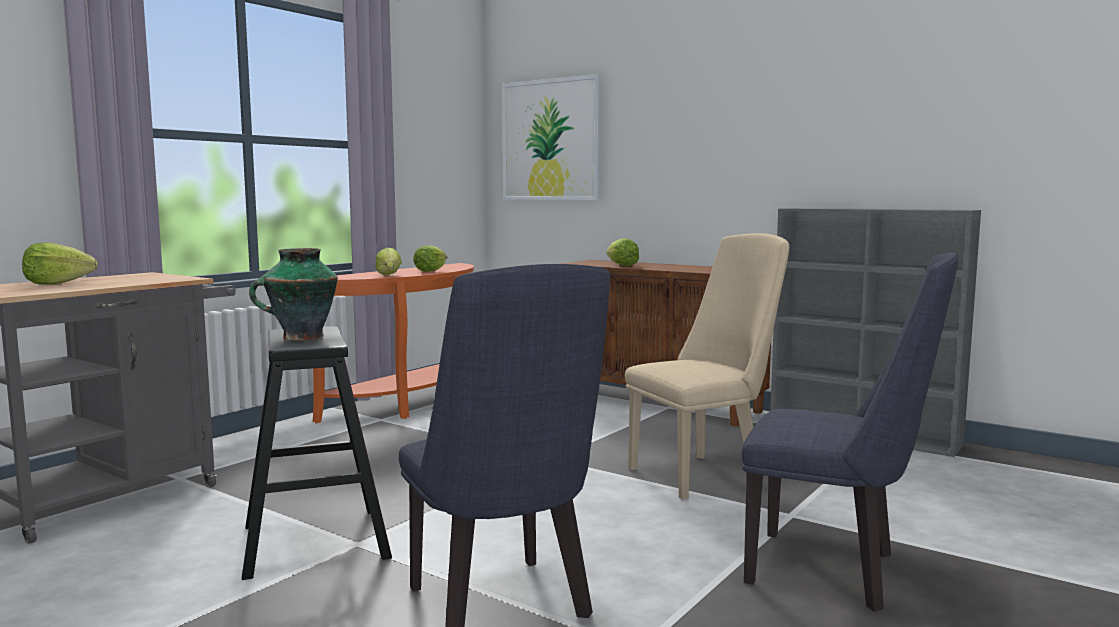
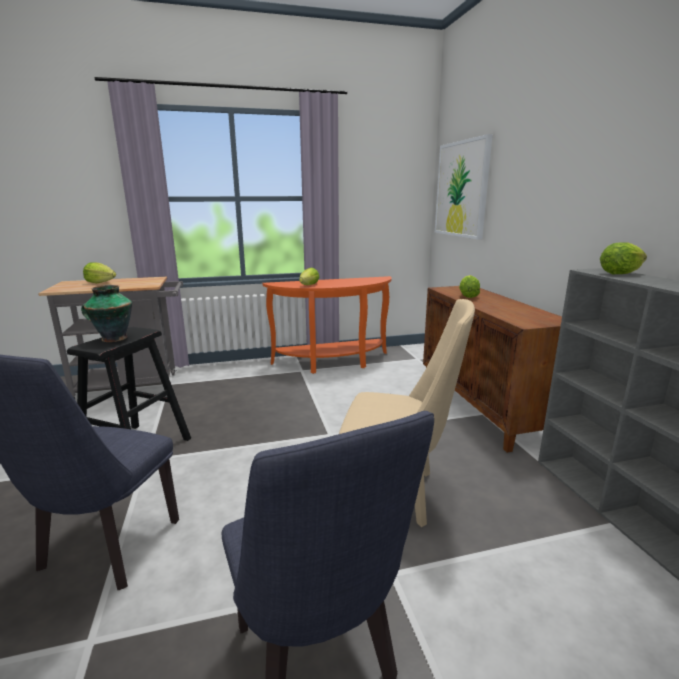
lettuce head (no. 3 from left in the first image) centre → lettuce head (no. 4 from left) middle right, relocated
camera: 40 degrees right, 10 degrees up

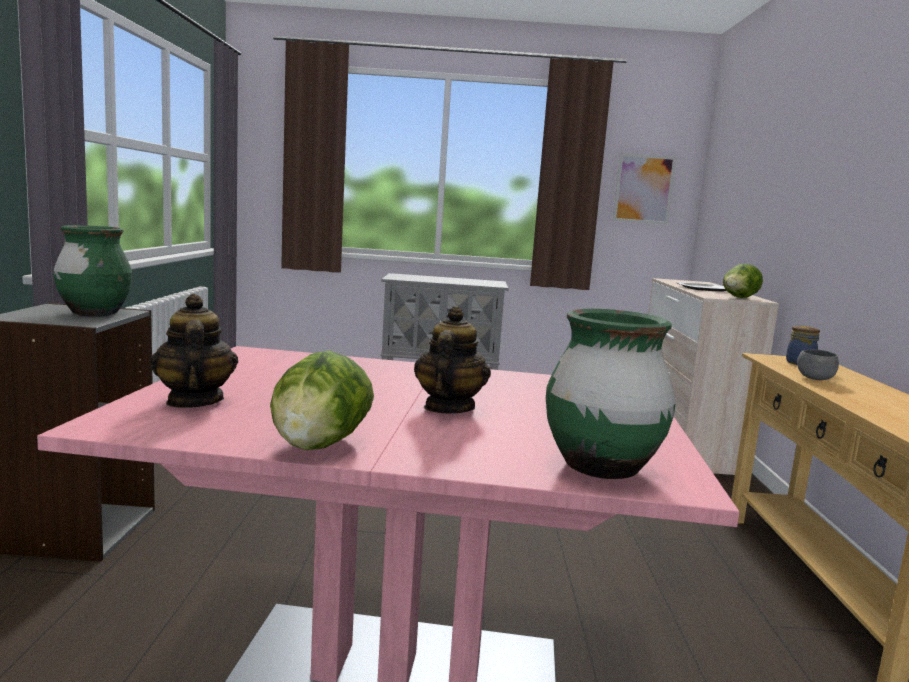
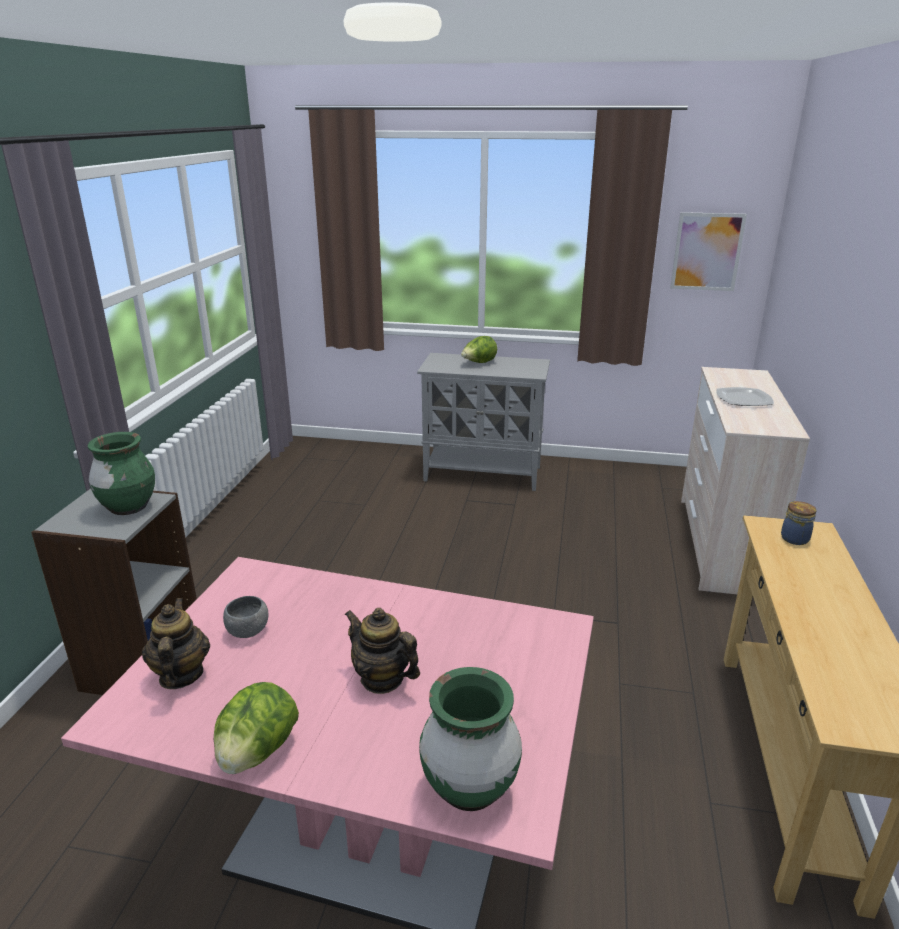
bowl/gray middle right → bowl/gray middle left, relocated
pot for tea (no. 2 from left) centre → pot for tea (no. 2 from left) bottom centre, 75 degrees counterclockwise
lettuce head (no. 2 from left) middle right → lettuce head (no. 2 from left) centre, relocated
camera: 10 degrees right, 15 degrees up

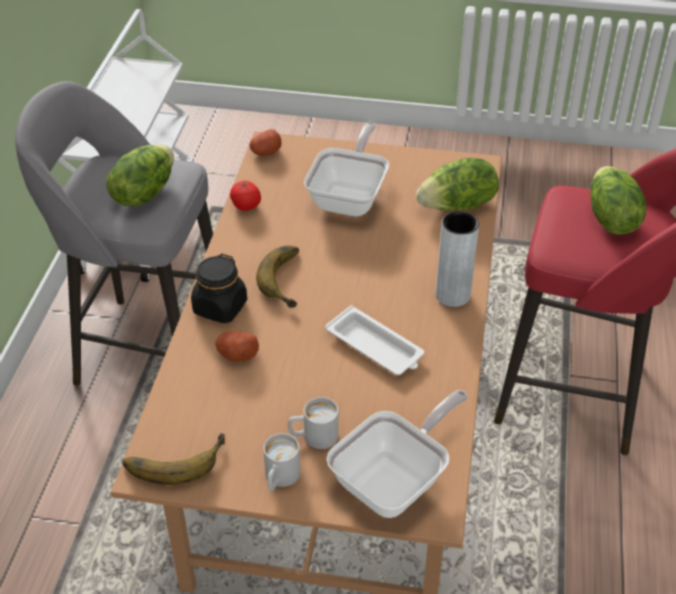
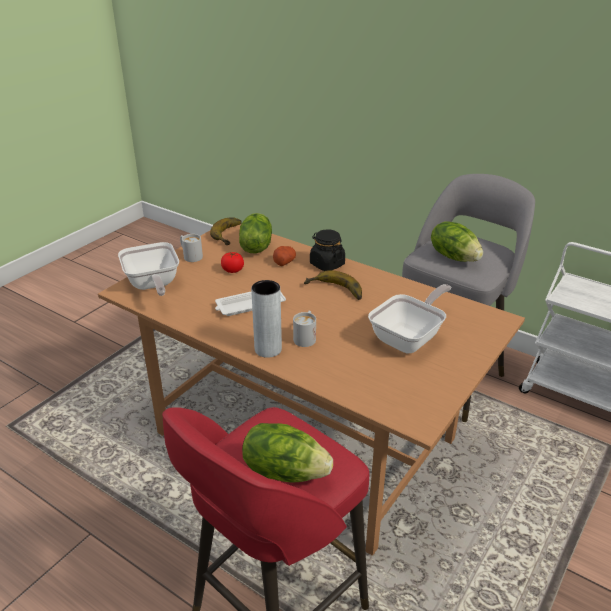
tomato top centre → tomato centre, relocated
lettuce head (no. 2 from left in the first image) top right → lettuce head (no. 1 from left) centre, relocated
tea mug/white (no. 2 from left) bottom centre → tea mug/white (no. 2 from left) centre, relocated
frying pan (no. 1 from left in the first image) top centre → frying pan (no. 2 from left) middle right, 90 degrees counterclockwise
potato (no. 2 from left) top centre → -
camera: 115 degrees right, 10 degrees down

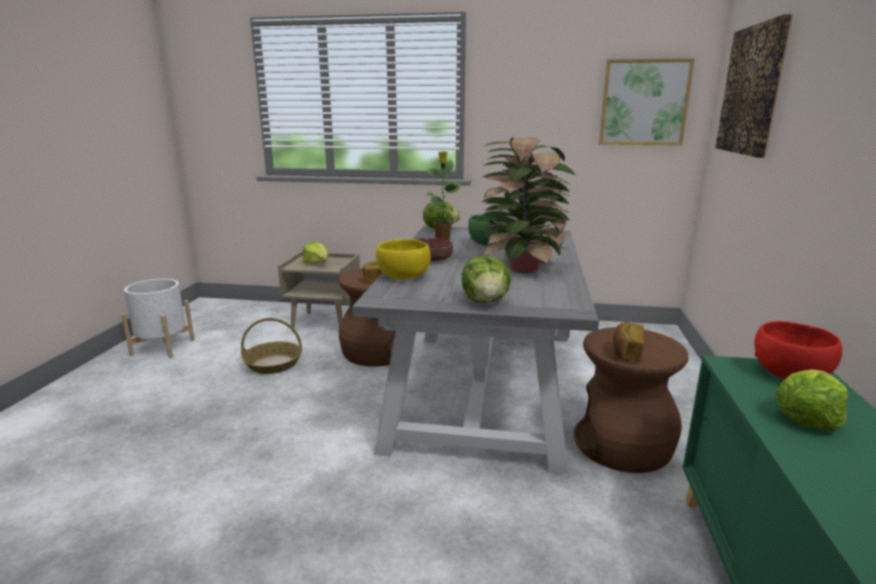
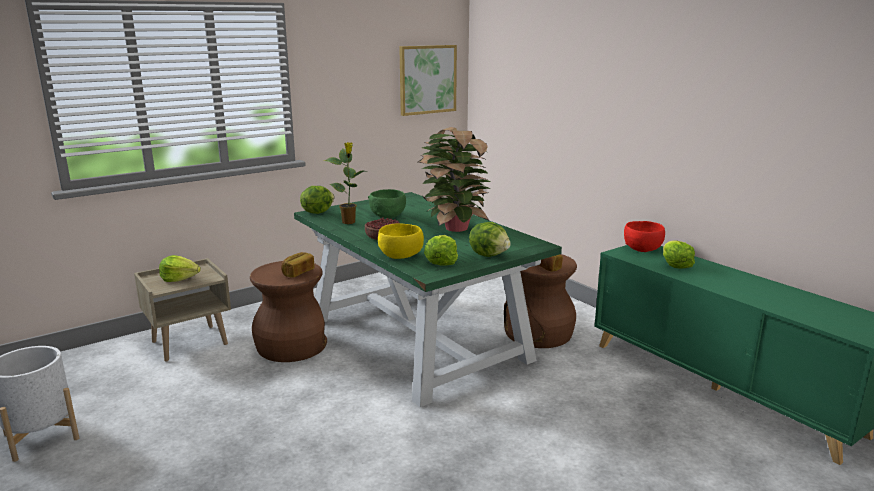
kitchen table/gray centre → kitchen table/green centre
- → lettuce head (no. 3 from left) centre
basket middle left → -
wall art (no. 2 from left) top right → -
camera: 45 degrees left, 0 degrees up

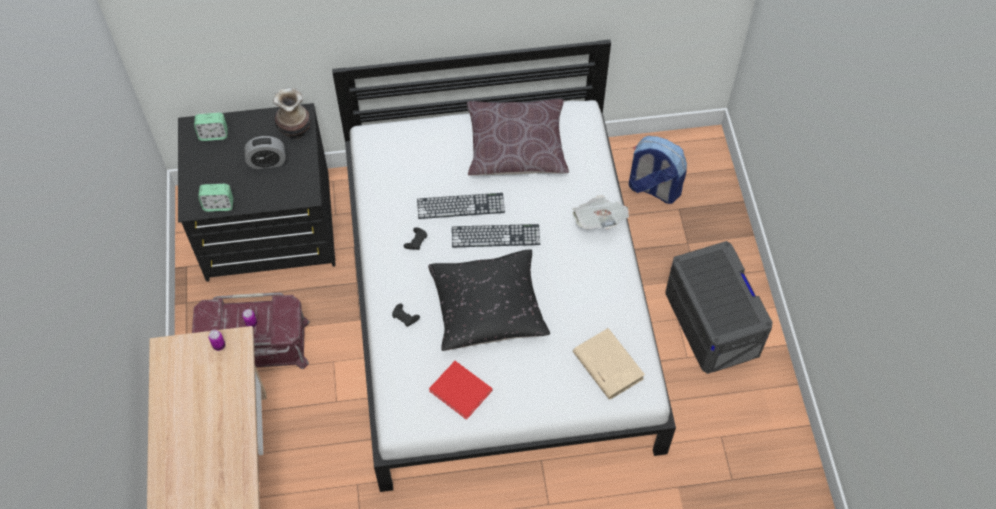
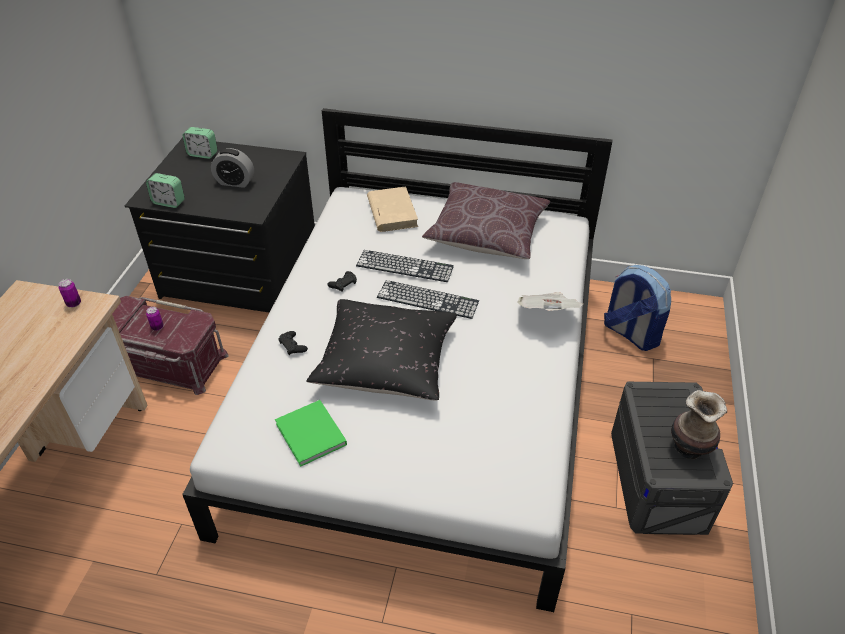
book/reddish bottom centre → book/green bottom centre
book/sand-coloured bottom centre → book/sand-coloured top centre, relocated
decorative vase top left → decorative vase bottom right, relocated
camera: 20 degrees right, 15 degrees down

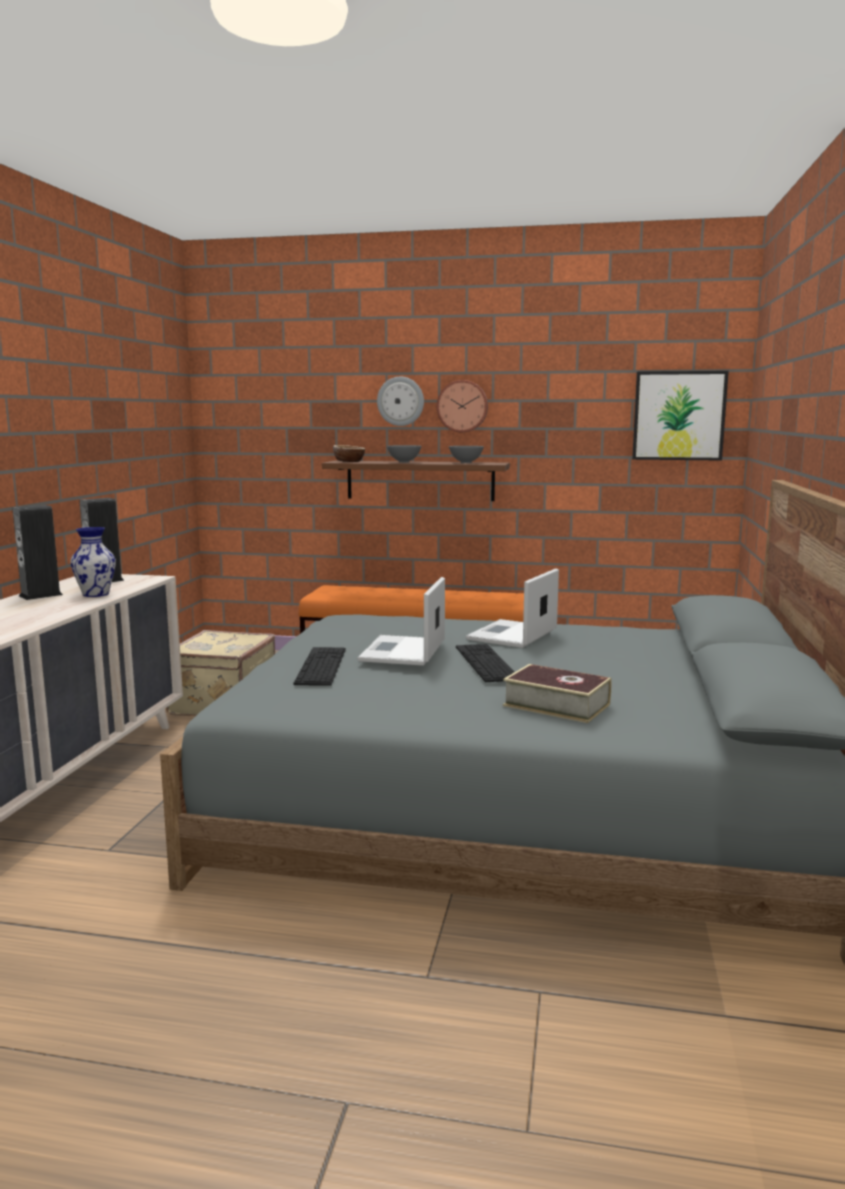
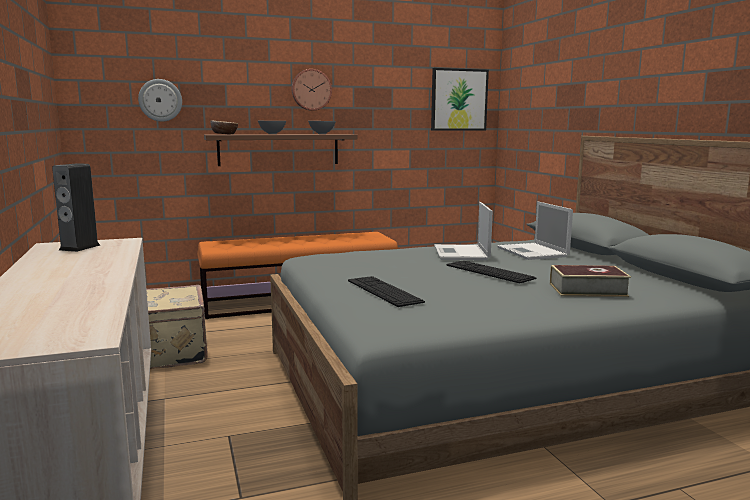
wall clock (no. 1 from left) centre → wall clock (no. 1 from left) top left, relocated
notebook computer (no. 1 from left in the first image) centre → notebook computer (no. 2 from left) middle right, relocated
audio speaker (no. 1 from left) middle left → -
decorative vase middle left → -
camera: 30 degrees left, 0 degrees up

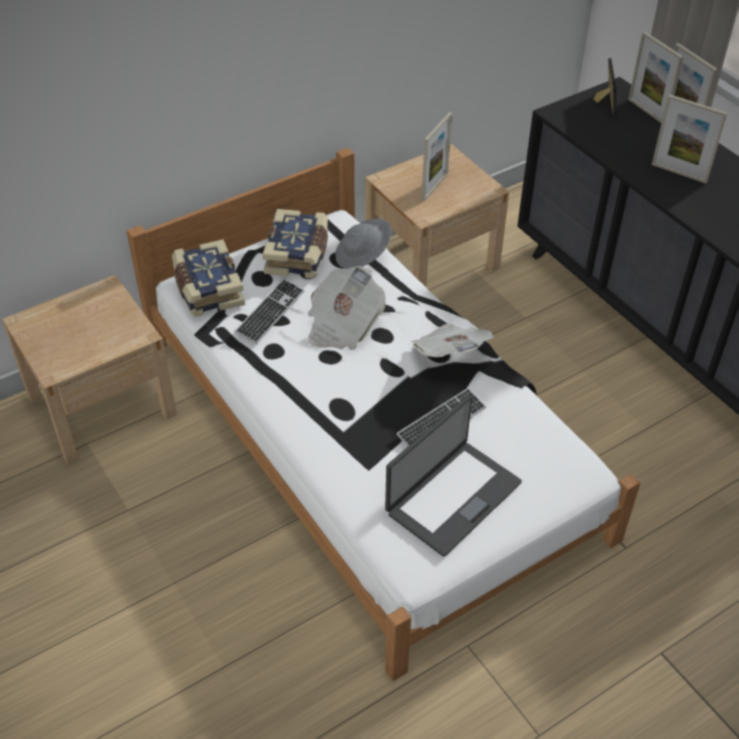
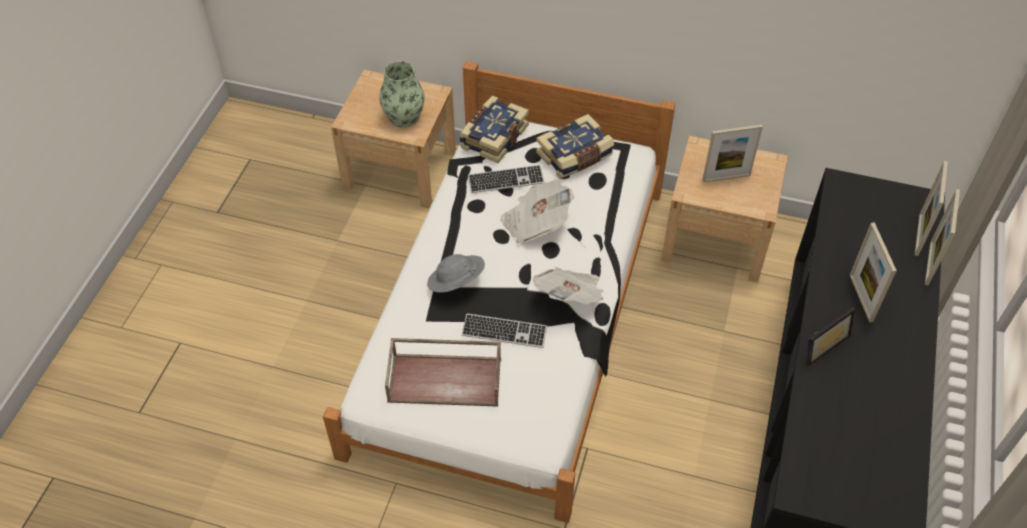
- → decorative vase top centre
notebook computer centre → carrying tray/brown bottom centre
hat/gray top centre → hat/gray centre, relocated
standing frame (no. 2 from left) top right → standing frame (no. 2 from left) middle right, relocated
camera: 50 degrees right, 5 degrees up

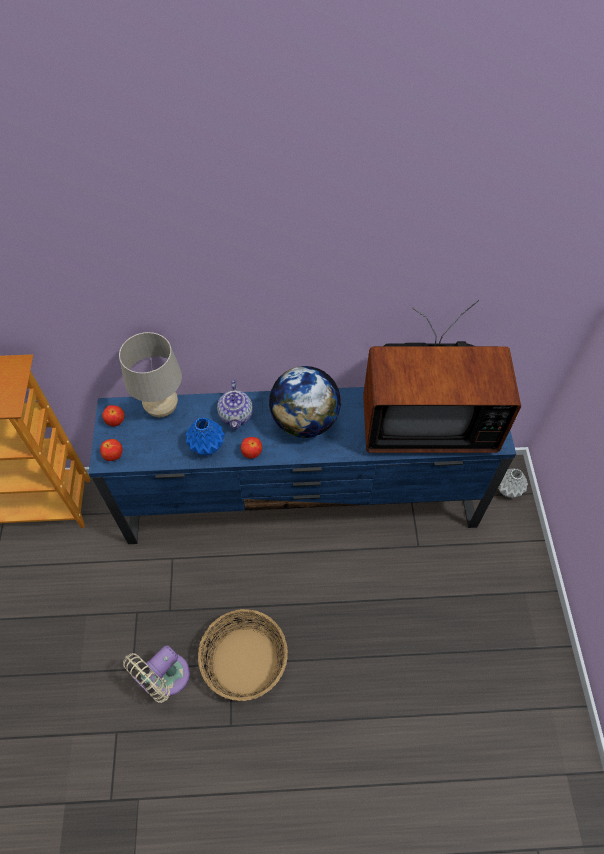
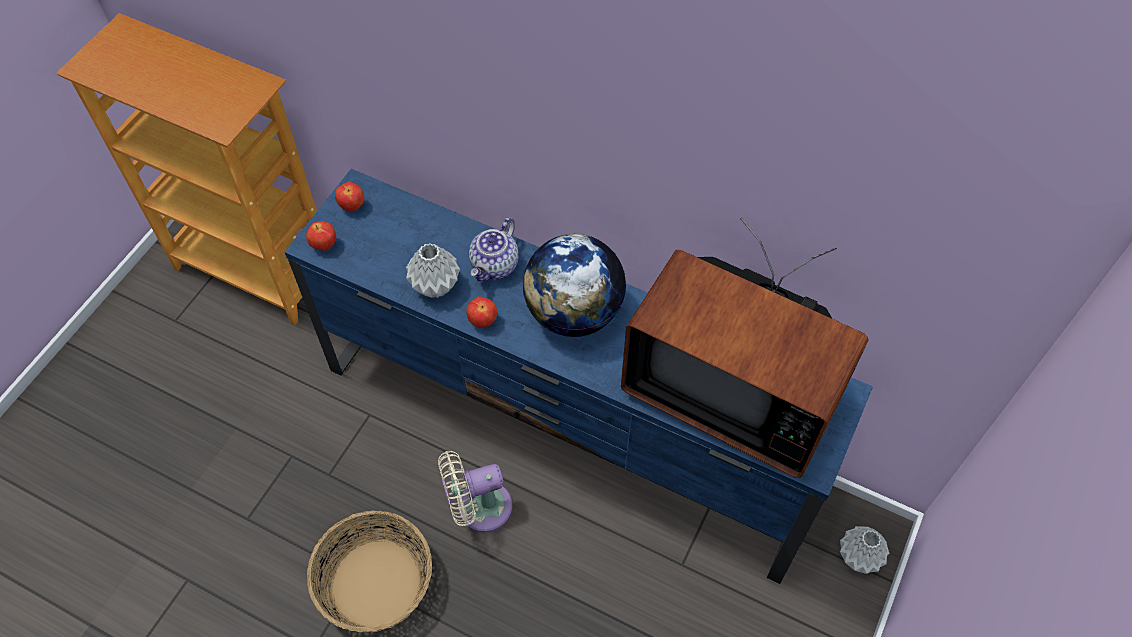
decorative vase/bluish centre → decorative vase/gray (no. 1 from left) centre
cooling fan/sand-coloured bottom left → cooling fan/sand-coloured bottom centre, relocated
table lamp/sand-coloured middle left → -
camera: 30 degrees right, 0 degrees up

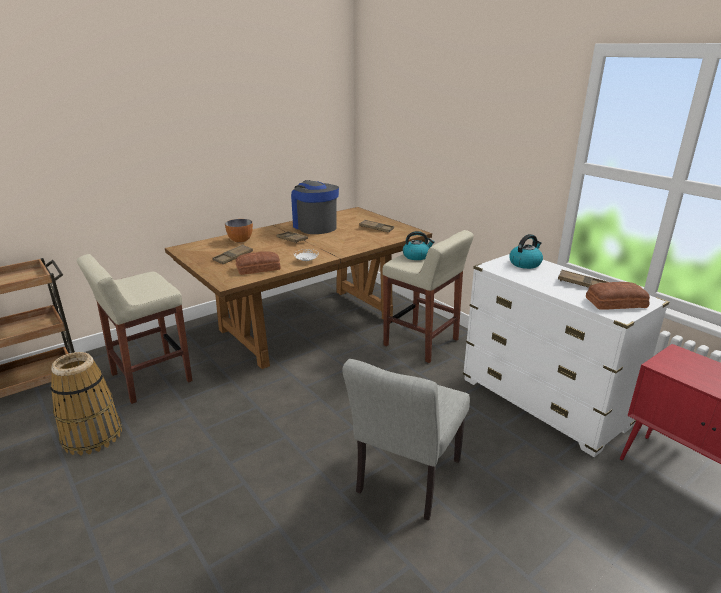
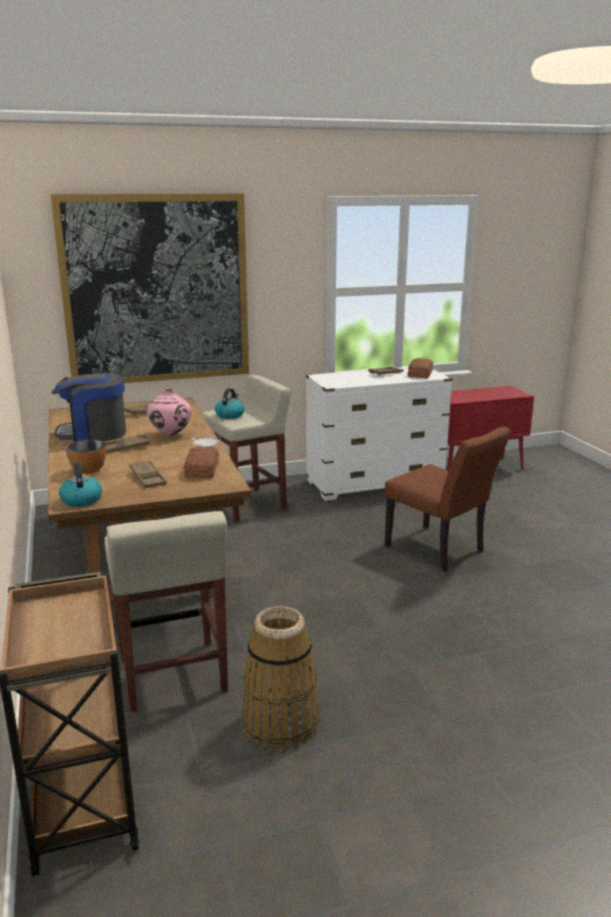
- → wall art top left
water kettle (no. 2 from left in the first image) middle right → water kettle (no. 1 from left) middle left, relocated
- → decorative vase/pinkish middle left
plain chair/gray bottom centre → plain chair/brown middle right
camera: 70 degrees left, 5 degrees down

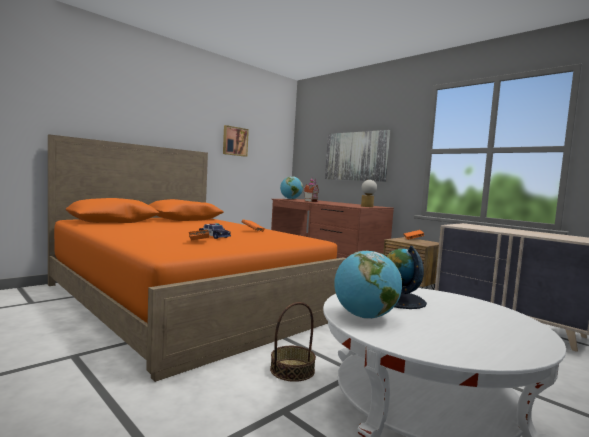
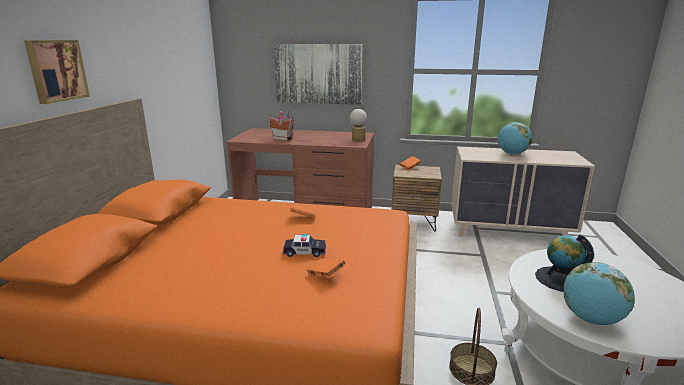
wall art (no. 1 from left) top centre → wall art (no. 1 from left) top left, relocated
globe (no. 1 from left) centre → globe (no. 1 from left) middle right, relocated
camera: 35 degrees left, 15 degrees up

